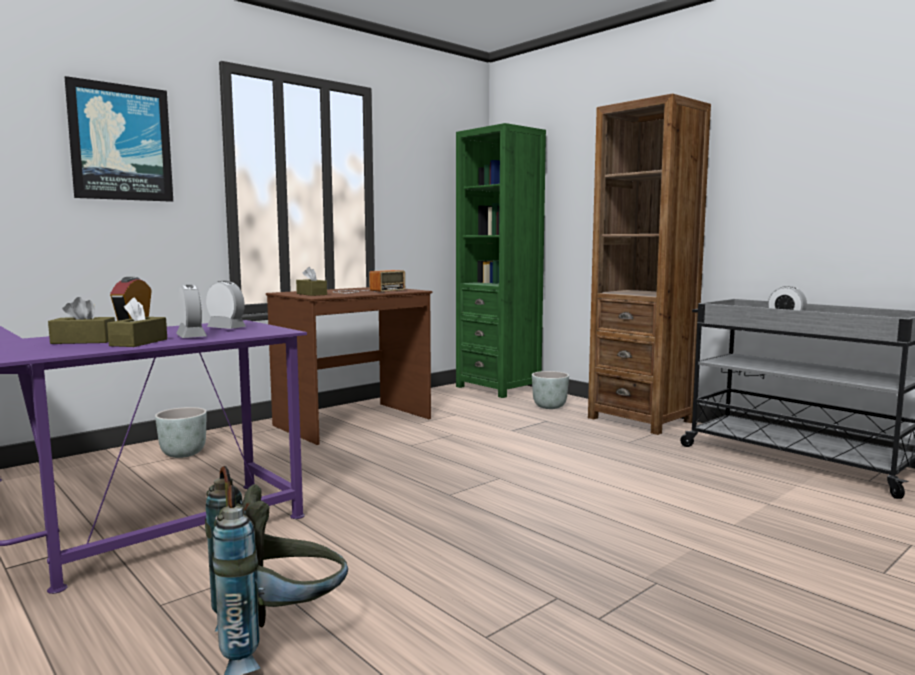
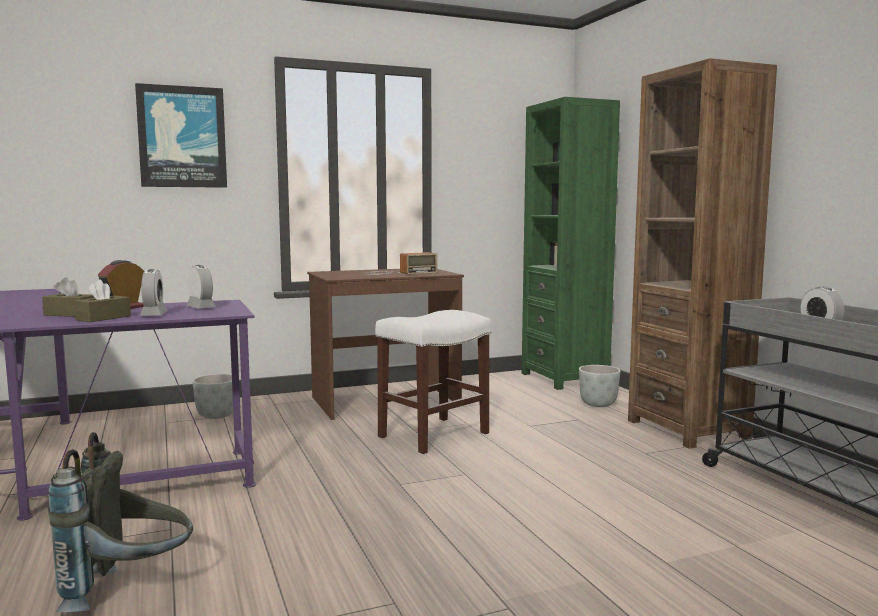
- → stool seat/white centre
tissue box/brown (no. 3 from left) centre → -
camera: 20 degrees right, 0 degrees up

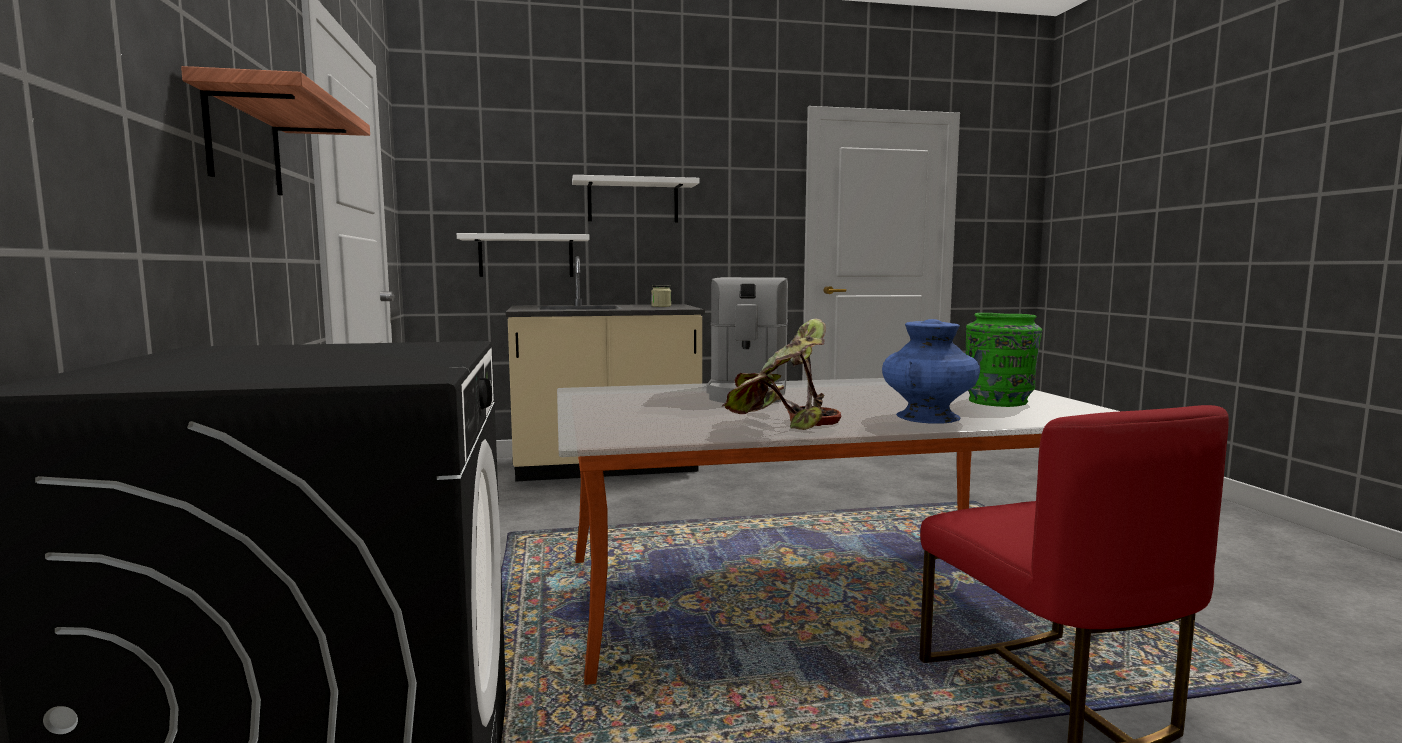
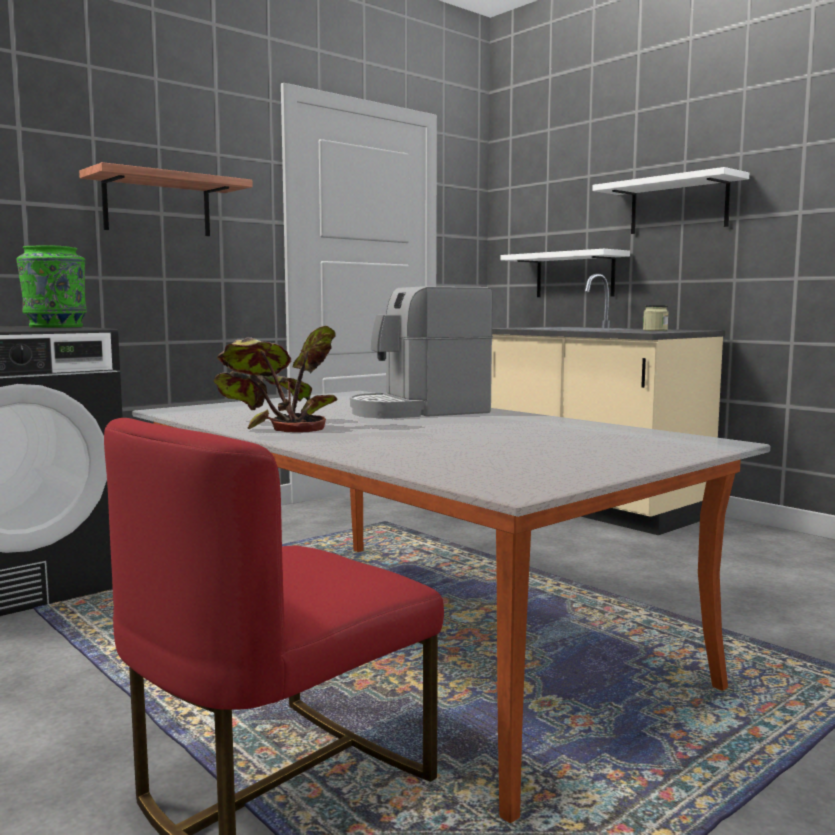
decorative vase/green middle right → decorative vase/green middle left, relocated
decorative vase/bluish centre → -
camera: 60 degrees right, 0 degrees up

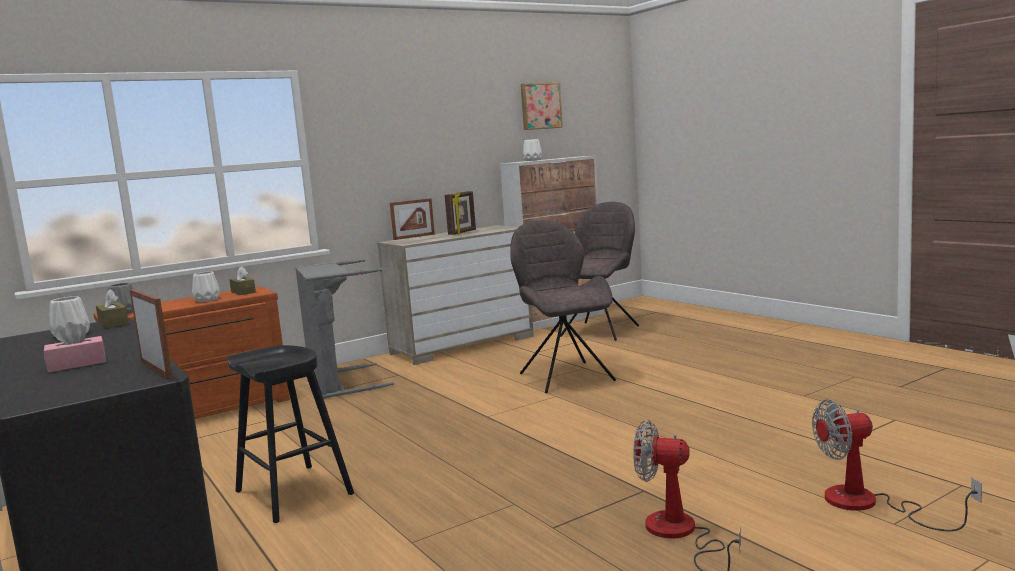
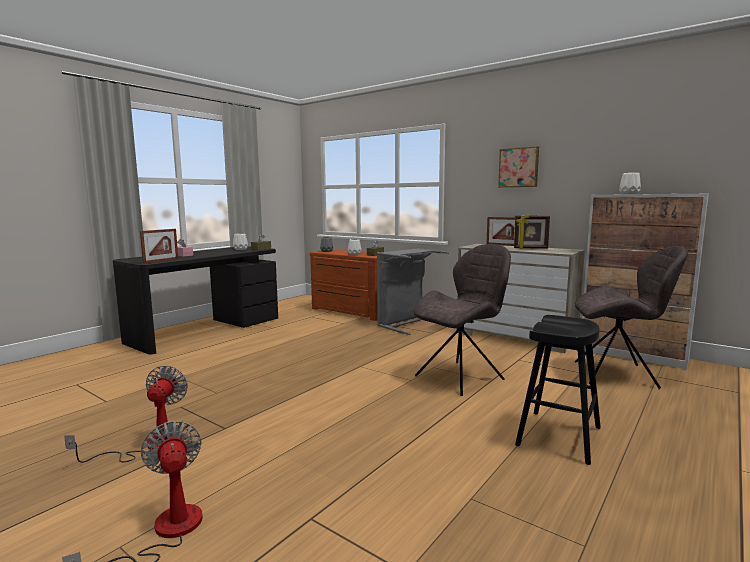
wall art top centre → wall art top right, relocated
stool seat/blackish bottom left → stool seat/blackish bottom right, relocated
camera: 70 degrees right, 0 degrees up

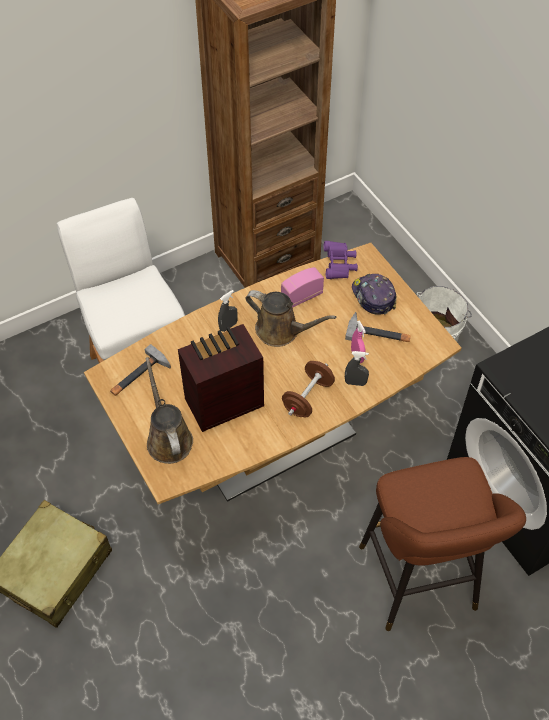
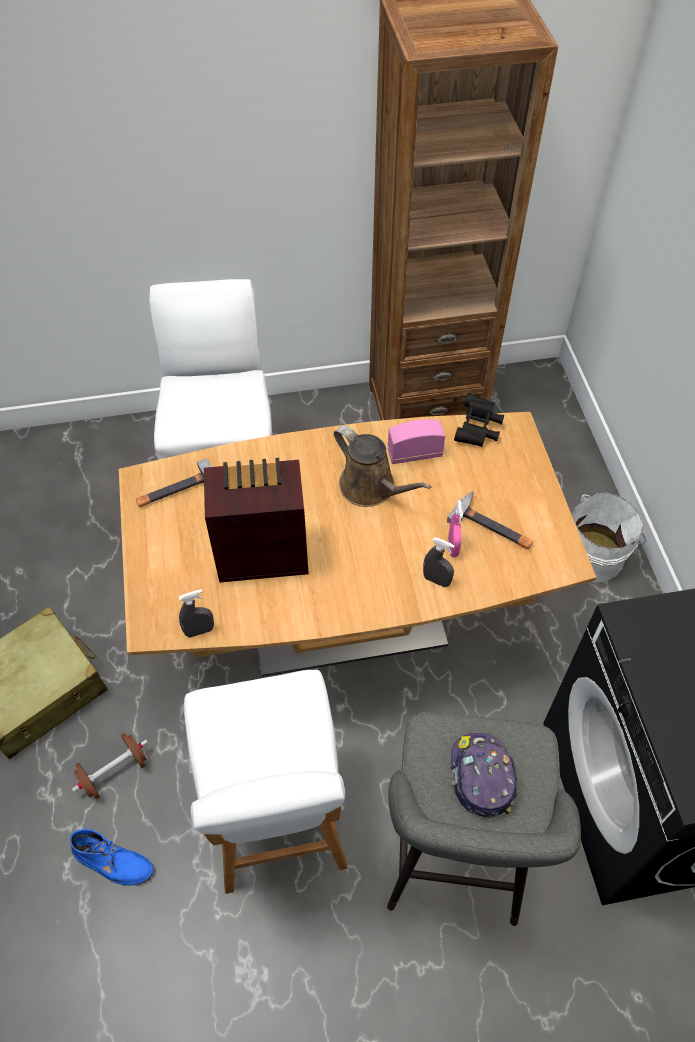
- → high-top boot/bluish bottom left
dumbbell/brown centre → dumbbell/brown bottom left, relocated
sprayer/gray (no. 1 from left) centre → sprayer/gray (no. 1 from left) middle left, relocated
- → plain chair/white (no. 2 from left) bottom centre
stool seat/brown bottom right → stool seat/gray bottom right
cap middle right → cap bottom right, relocated
binoculars/purple centre → binoculars/blackish middle right
watering pot/brown (no. 1 from left) middle left → -
camera: 20 degrees right, 0 degrees up

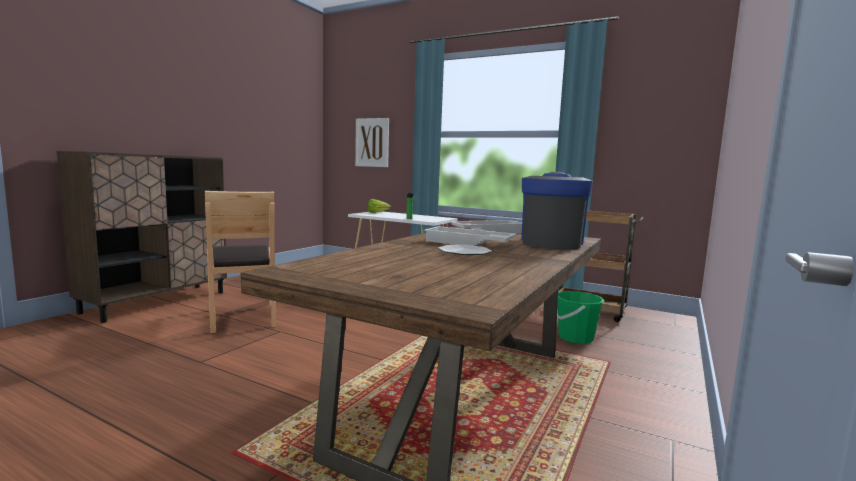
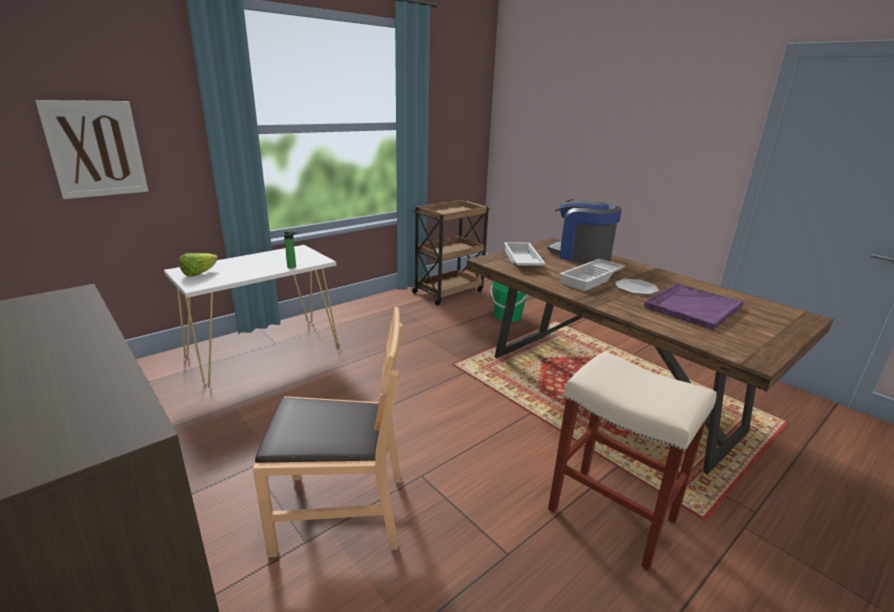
- → stool seat/sand-coloured bottom right
- → carrying tray/purple middle right
camera: 70 degrees left, 15 degrees up

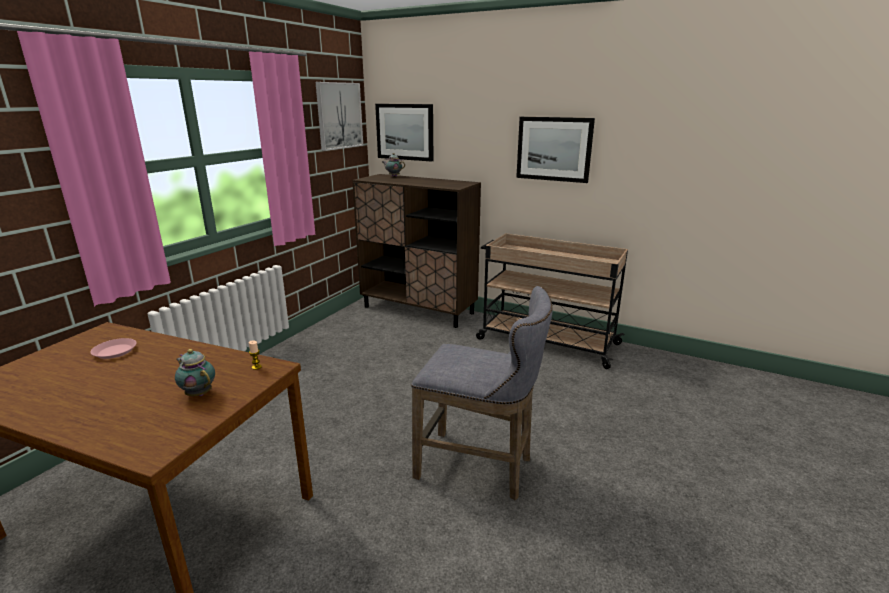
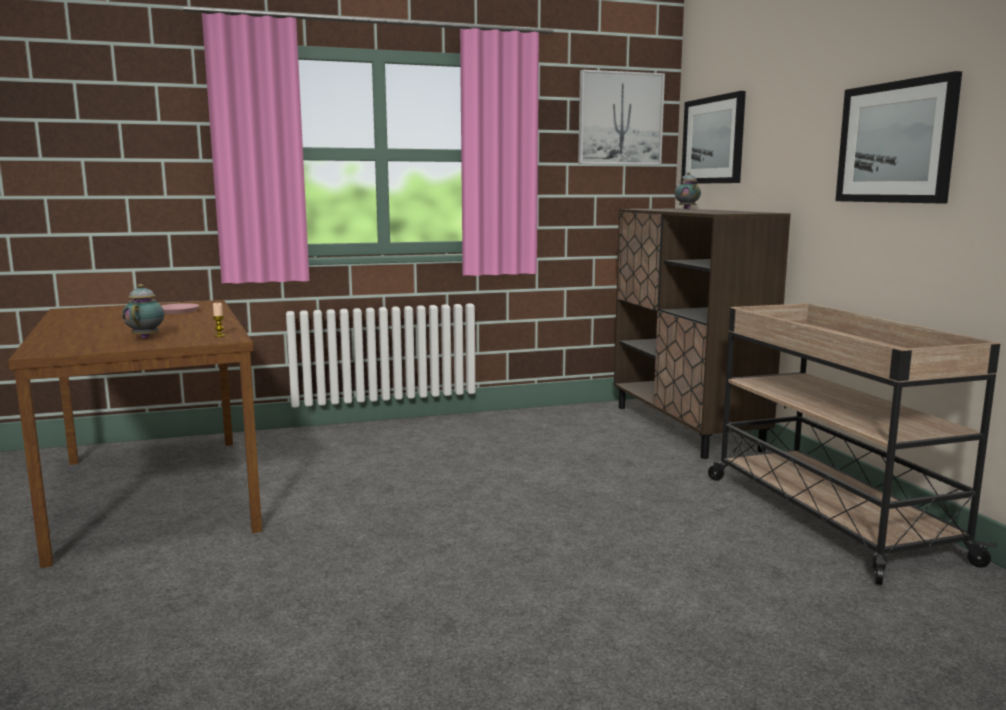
stool seat/gray centre → -
camera: 45 degrees right, 10 degrees down

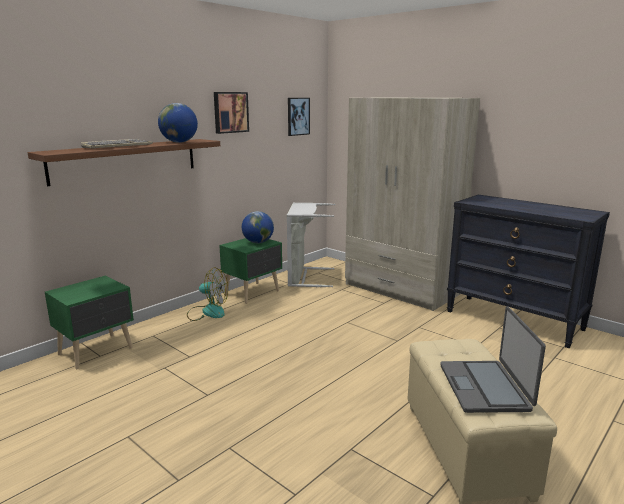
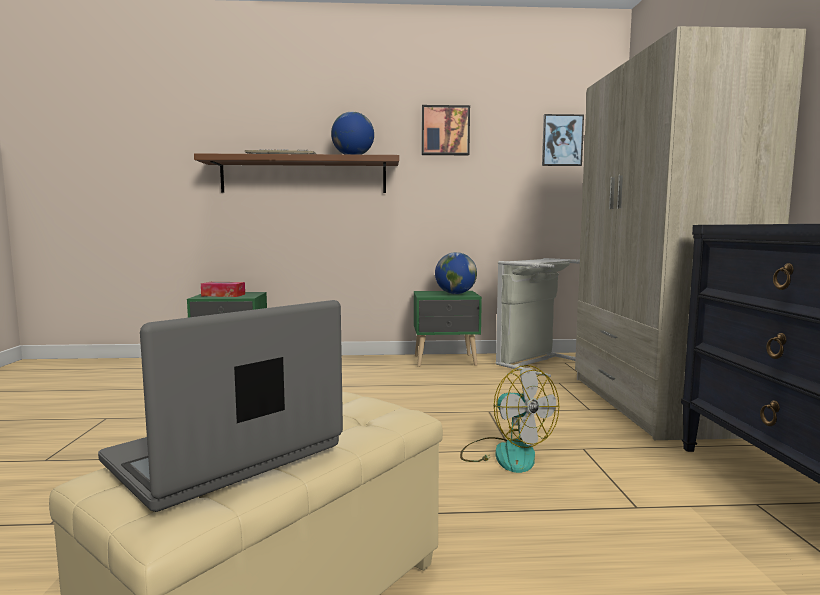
- → tissue box middle left
cooling fan middle left → cooling fan bottom centre, relocated
camera: 45 degrees right, 10 degrees down

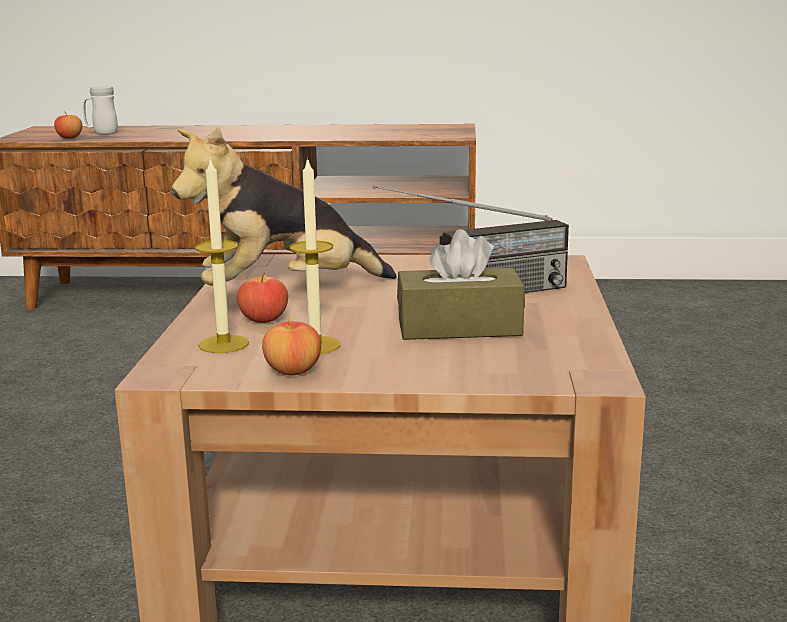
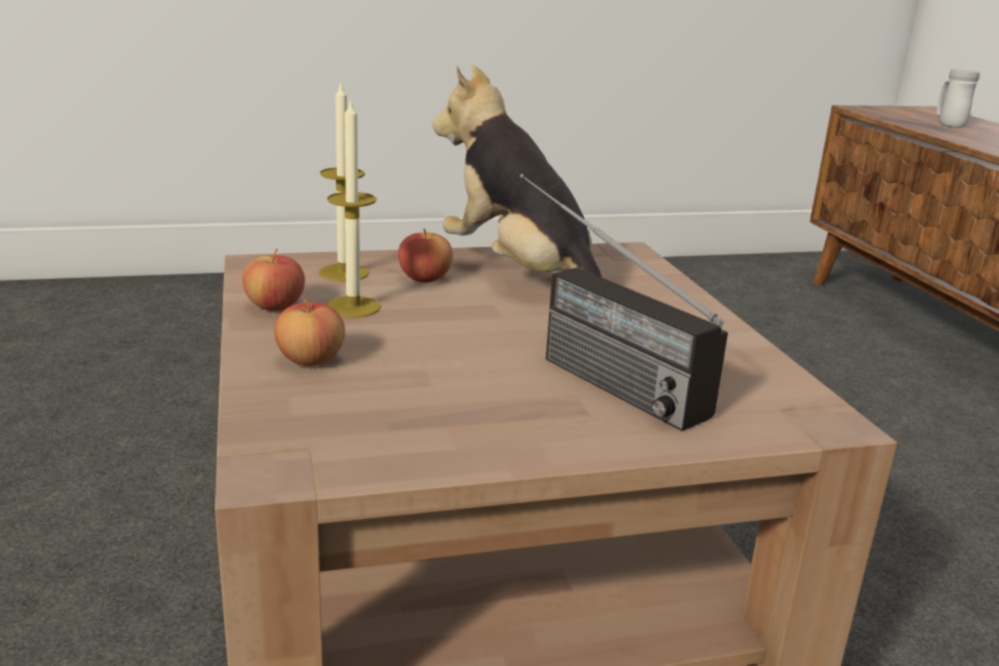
apple (no. 1 from left in the first image) top left → apple (no. 2 from left) middle left, relocated
tissue box/brown centre → -
camera: 70 degrees right, 5 degrees up

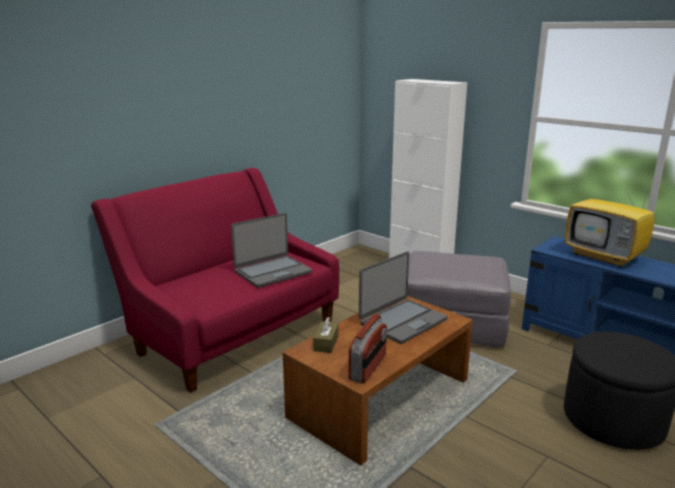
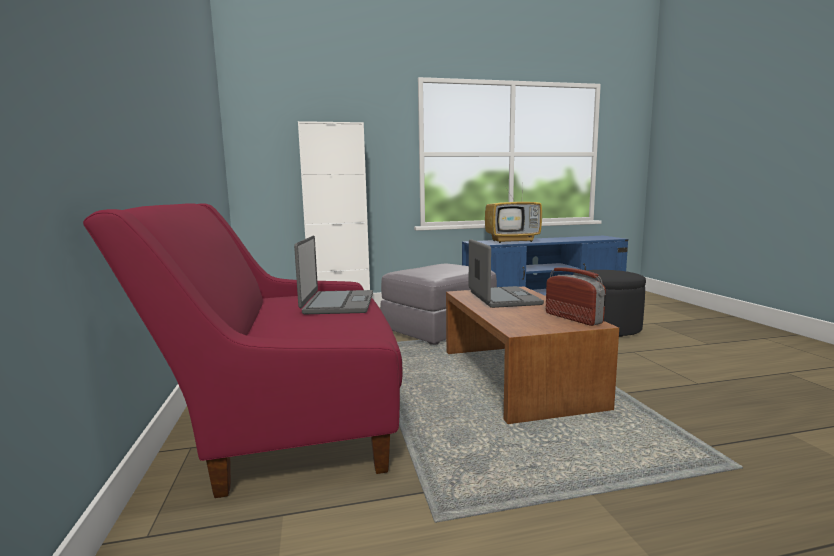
tissue box/brown bottom centre → -
camera: 55 degrees left, 10 degrees down

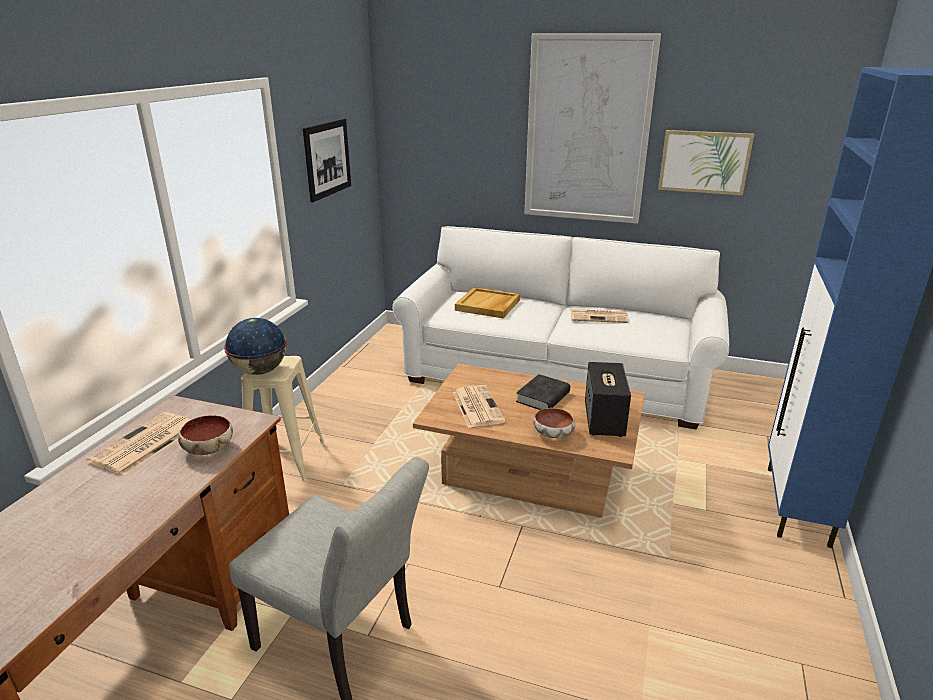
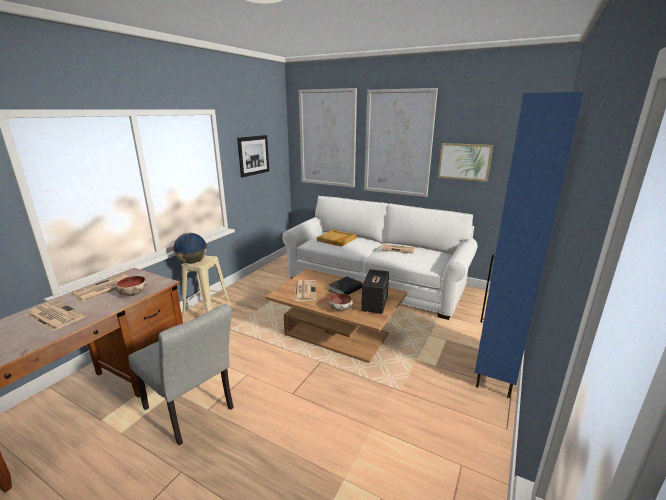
- → printed paper (no. 1 from left) middle left
- → wall art (no. 2 from left) top centre
camera: 10 degrees right, 5 degrees down

